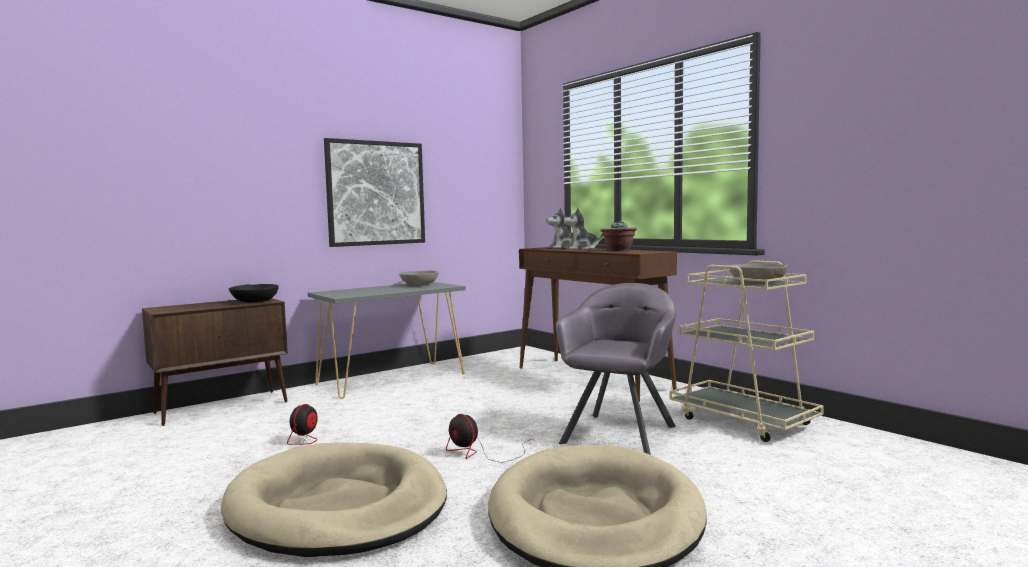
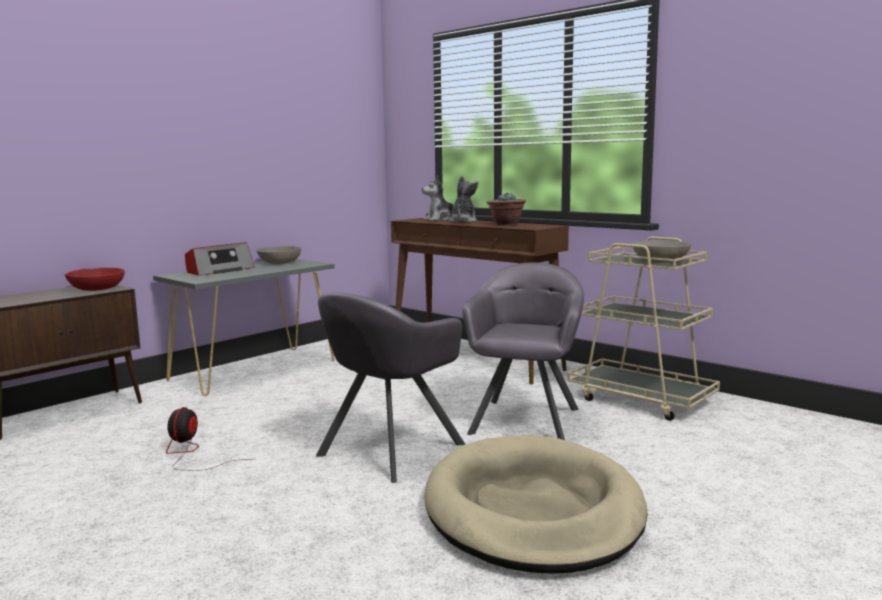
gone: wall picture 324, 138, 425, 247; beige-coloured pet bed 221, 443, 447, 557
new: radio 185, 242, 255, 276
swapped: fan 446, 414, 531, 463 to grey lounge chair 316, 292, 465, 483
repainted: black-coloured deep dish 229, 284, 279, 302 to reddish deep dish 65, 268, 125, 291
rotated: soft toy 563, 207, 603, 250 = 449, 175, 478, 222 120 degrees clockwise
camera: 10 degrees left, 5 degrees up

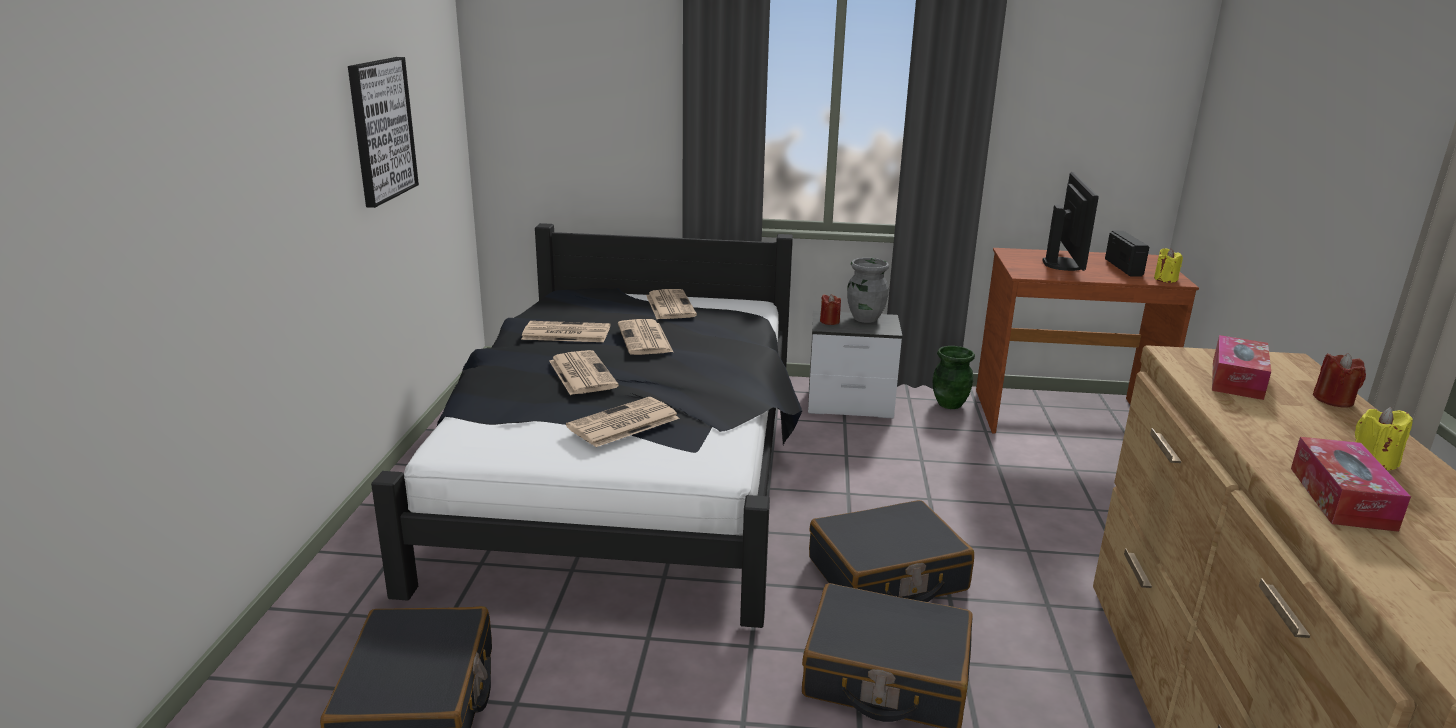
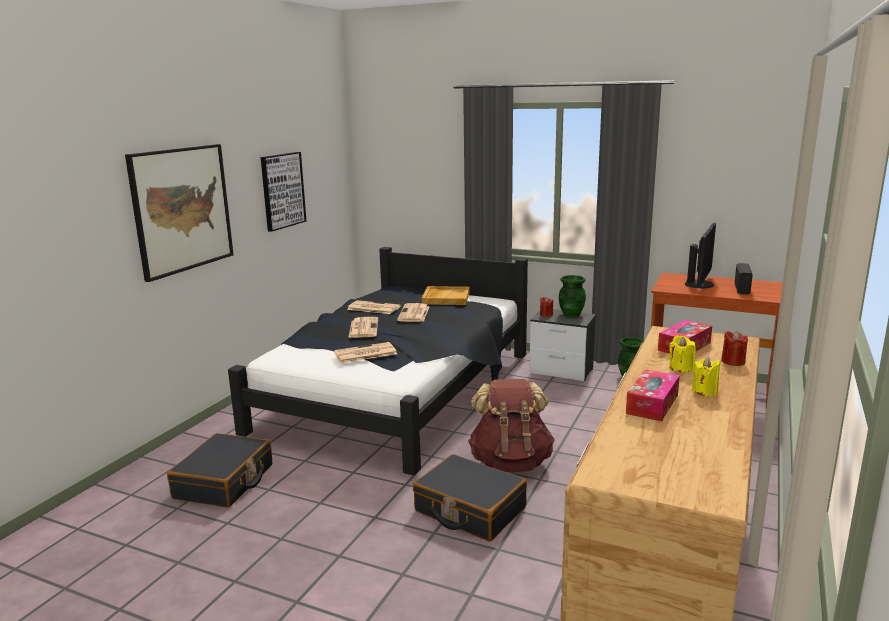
new: wall picture 125, 144, 234, 282
shifted: yellowish candle 1154, 248, 1183, 283 to 669, 335, 696, 372
swapped: newspaper 646, 289, 697, 319 to beige-coloured carrying tray 421, 286, 470, 305; black-coloured suitcase 809, 500, 974, 602 to brown rucksack 468, 379, 555, 473
repainted: grey vase 847, 258, 889, 323 to green-coloured vase 559, 275, 586, 317
camera: 20 degrees right, 5 degrees down

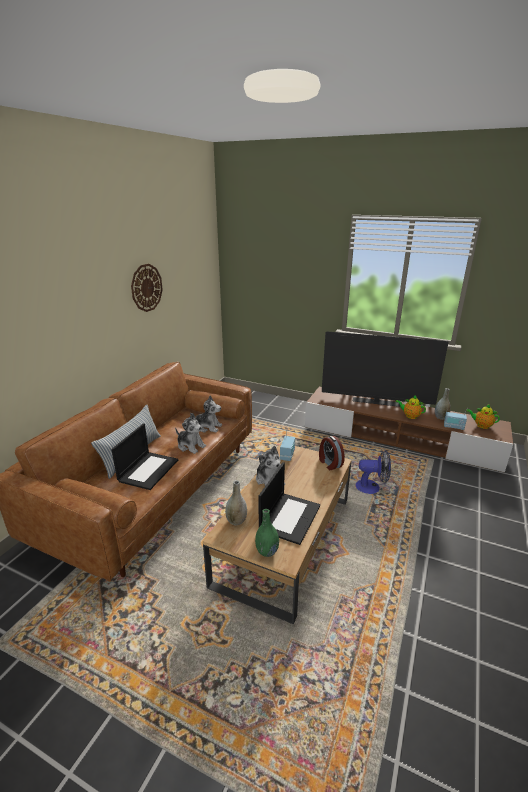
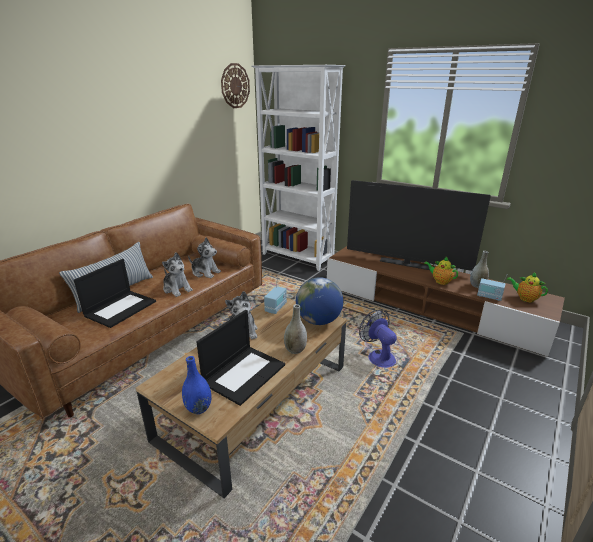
new: white shelving unit 251, 65, 346, 271
shifted: hanging clock 131, 264, 163, 312 to 221, 63, 250, 108; grey vase 225, 480, 247, 525 to 284, 304, 307, 354
swapped: alarm clock 319, 436, 345, 470 to desk globe 296, 277, 343, 325
repainted: green-coloured vase 255, 509, 279, 557 to blue vase 182, 356, 212, 414
rotated: fan 356, 450, 391, 494 = 359, 309, 397, 368 135 degrees counterclockwise
camera: 10 degrees right, 0 degrees up

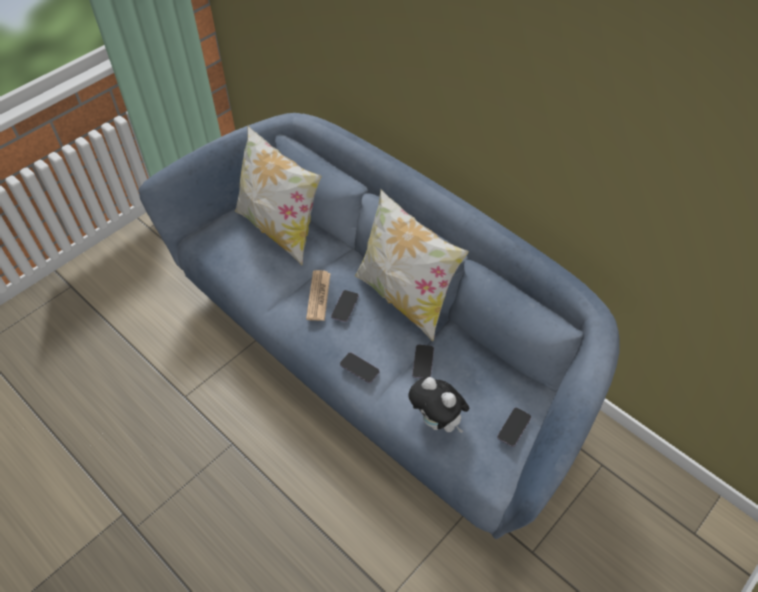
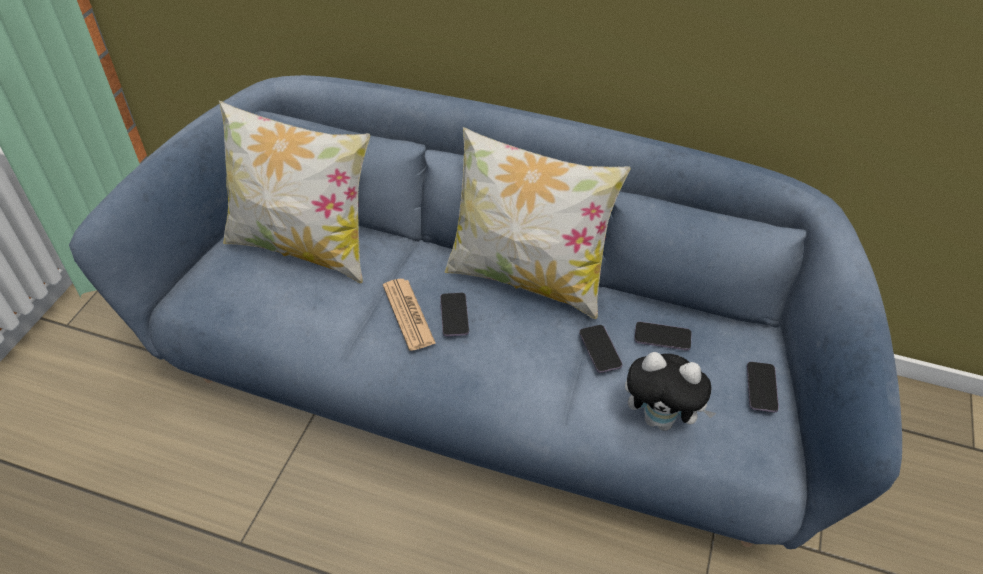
shifted: telephone 340, 352, 380, 383 to 634, 322, 692, 351
camera: 25 degrees left, 5 degrees down

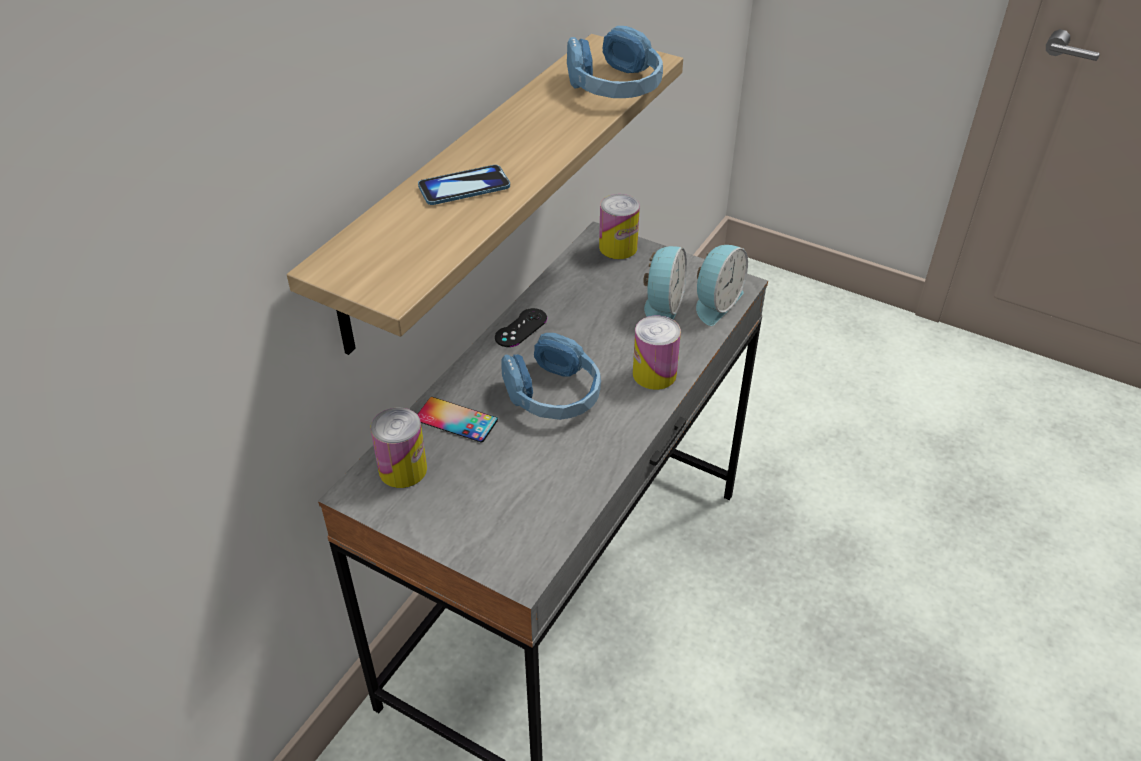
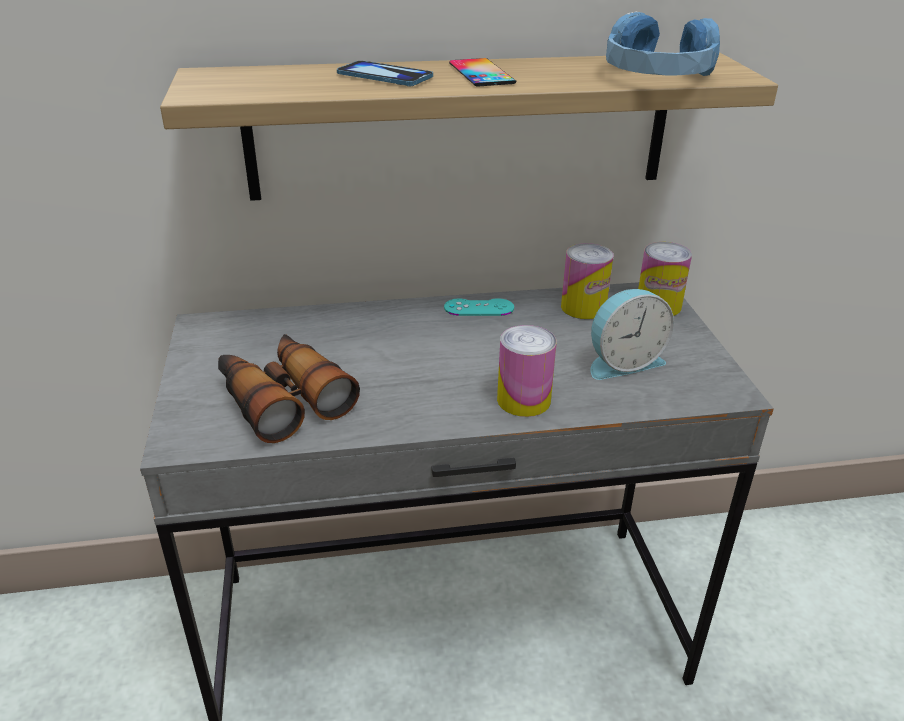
gone: alarm clock 696, 245, 748, 326; blue headphones 501, 333, 601, 420
new: pair of binoculars 218, 334, 360, 443
shifted: telephone 417, 397, 498, 442 to 449, 58, 516, 86; metal can 370, 408, 427, 488 to 561, 243, 613, 319
repainted: black-coloured game controller 495, 308, 547, 347 to blue-green game controller 444, 298, 514, 316
camera: 50 degrees right, 10 degrees down

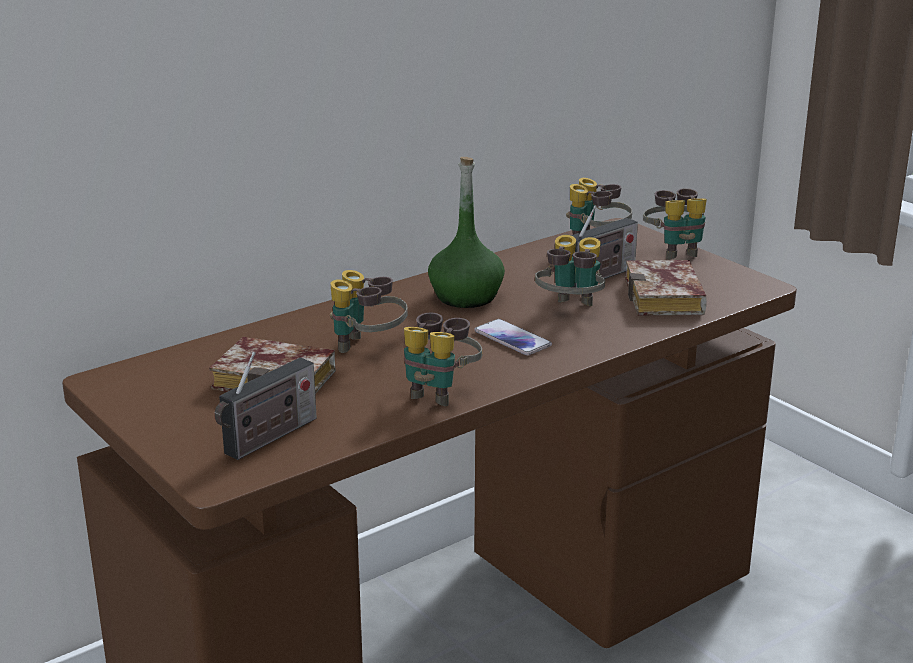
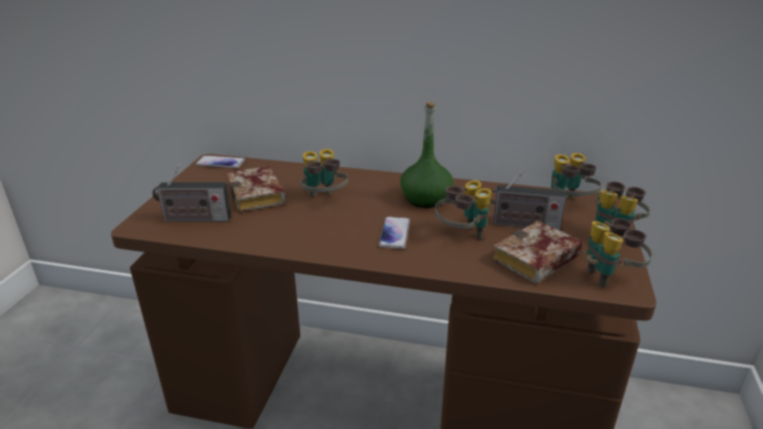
new: telephone 196, 155, 245, 168
shifted: pair of binoculars 404, 313, 482, 406 to 586, 218, 652, 287
camera: 50 degrees right, 5 degrees up

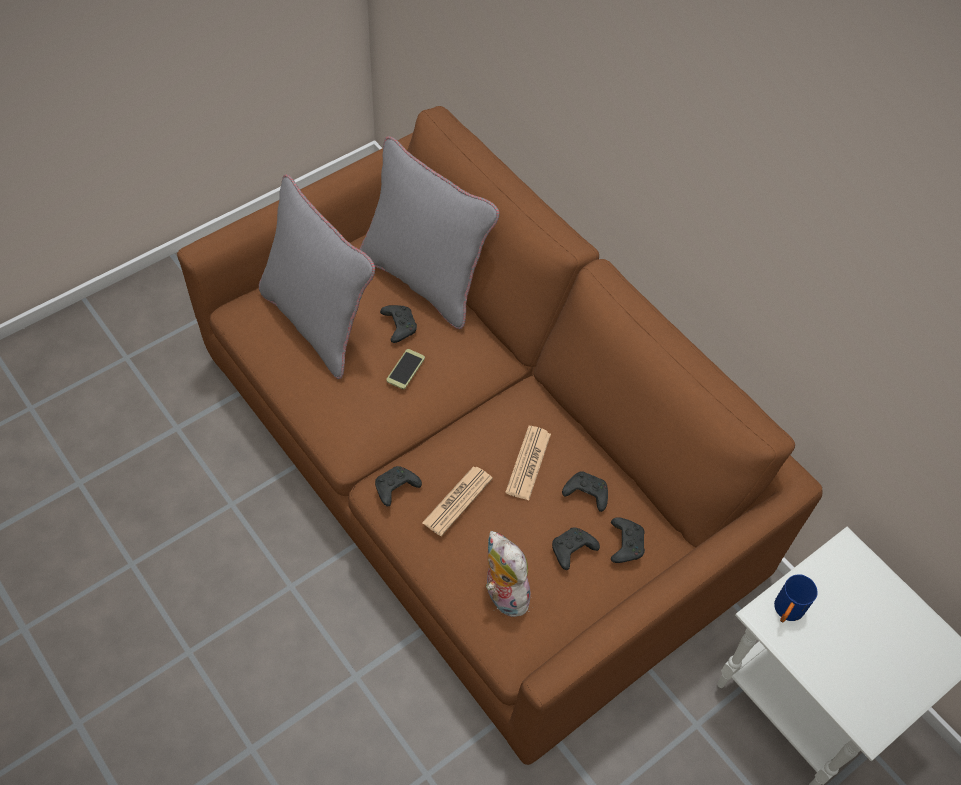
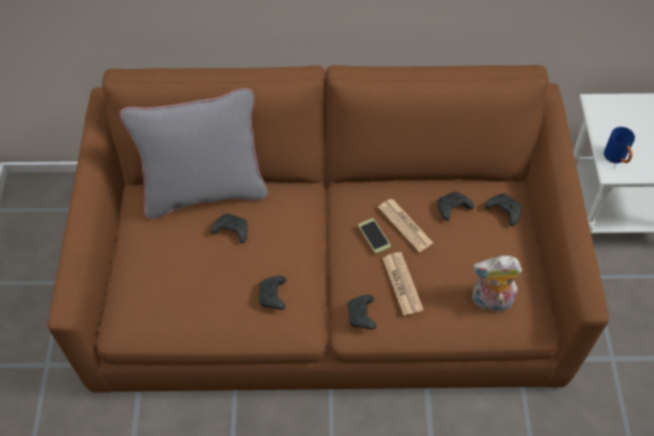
gone: grey throw pillow 259, 174, 375, 379
shifted: telephone 386, 349, 425, 389 to 358, 218, 391, 254; black-coloured game controller 552, 527, 600, 570 to 258, 276, 286, 310
camera: 50 degrees left, 0 degrees up

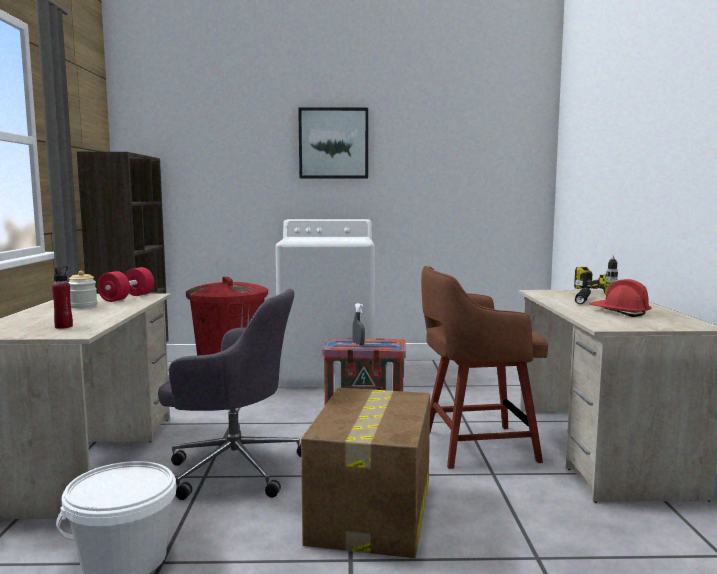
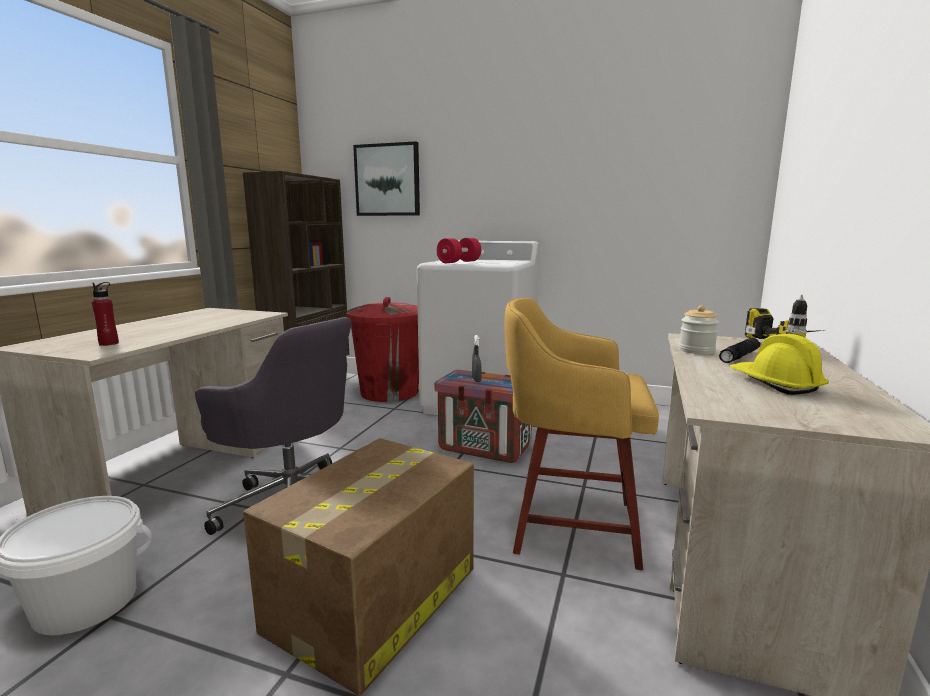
shifted: wall picture 298, 107, 368, 179 to 353, 141, 420, 216; reddish free weight 97, 267, 154, 302 to 437, 238, 481, 263; storage jar 68, 271, 97, 308 to 679, 305, 719, 354
repainted: brown sitting stool 421, 266, 548, 469 to yellowish sitting stool 504, 298, 659, 570; reddish hard hat 590, 279, 651, 317 to yellowish hard hat 730, 334, 829, 395
camera: 20 degrees right, 5 degrees up

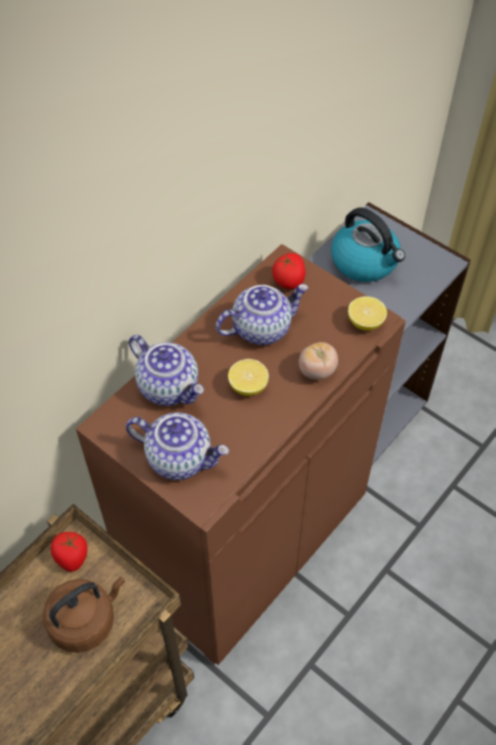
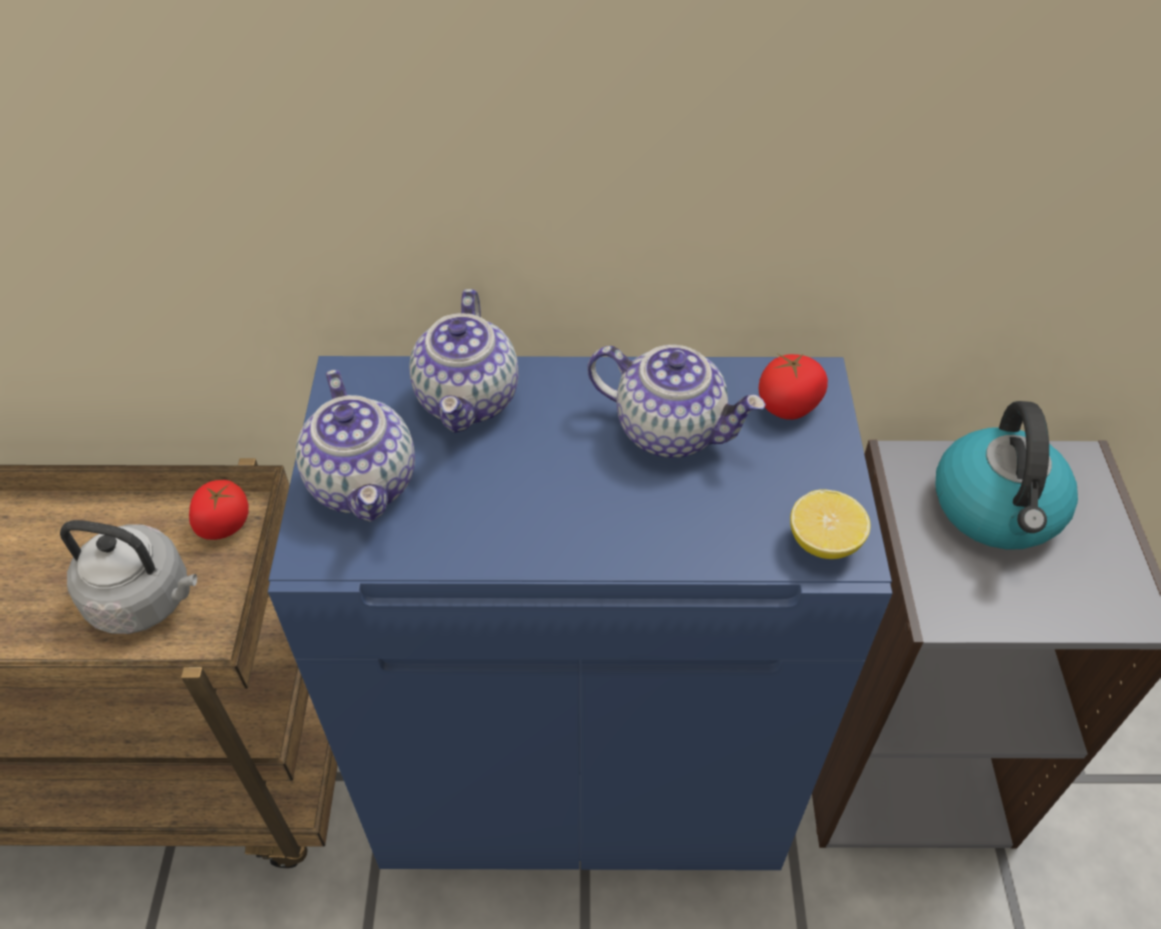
gone: whole tomato 299, 342, 338, 380; citrus fruit 228, 359, 269, 396
repainted: brown cabinet 76, 244, 406, 665 to blue cabinet 268, 356, 892, 870; brown kettle 43, 576, 125, 653 to grey kettle 60, 520, 197, 634
camera: 50 degrees right, 5 degrees down

